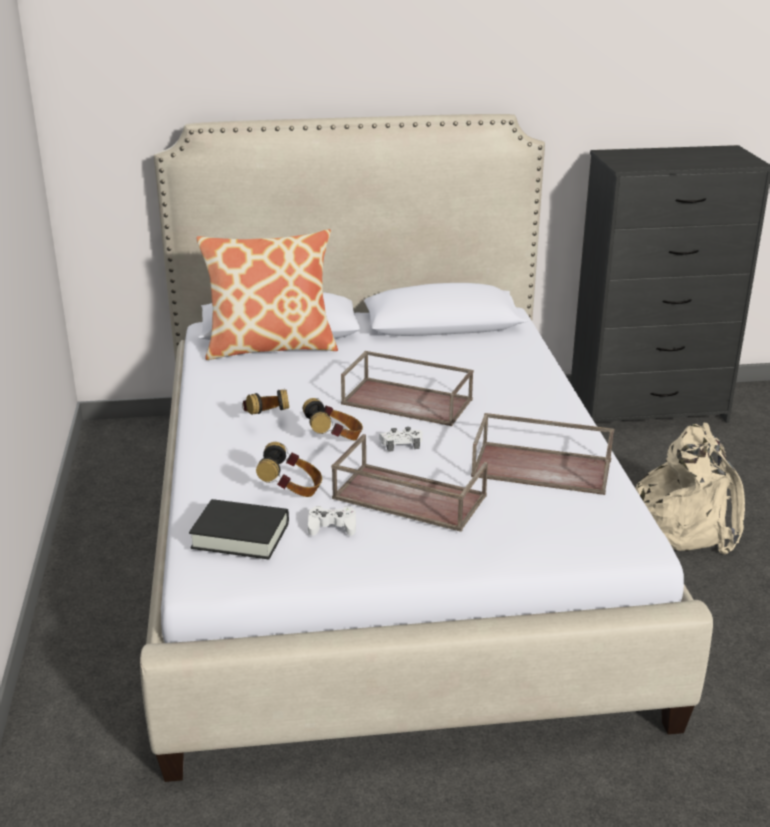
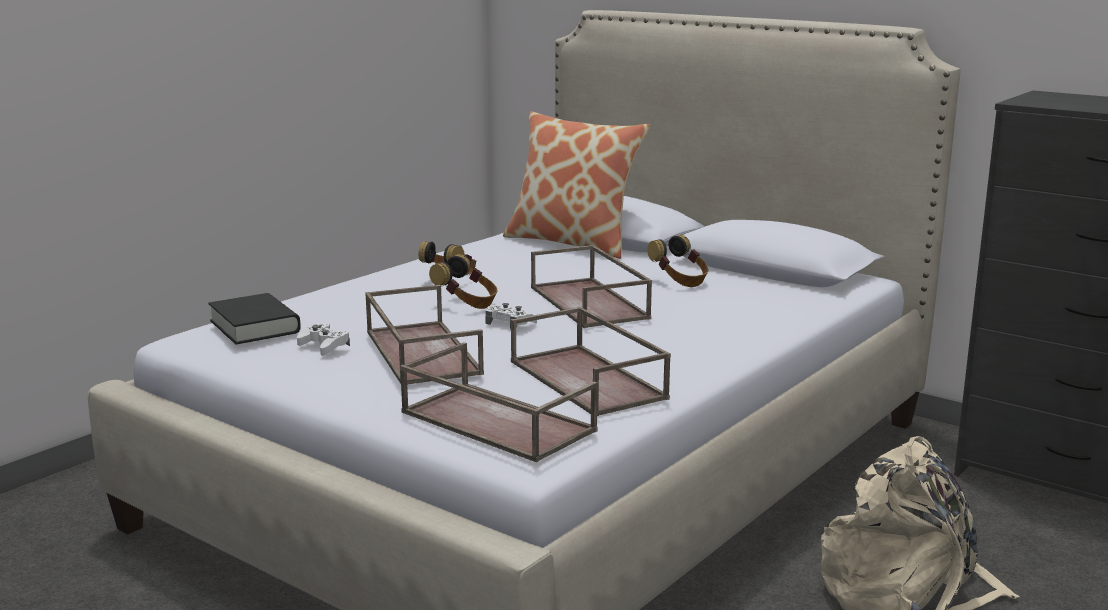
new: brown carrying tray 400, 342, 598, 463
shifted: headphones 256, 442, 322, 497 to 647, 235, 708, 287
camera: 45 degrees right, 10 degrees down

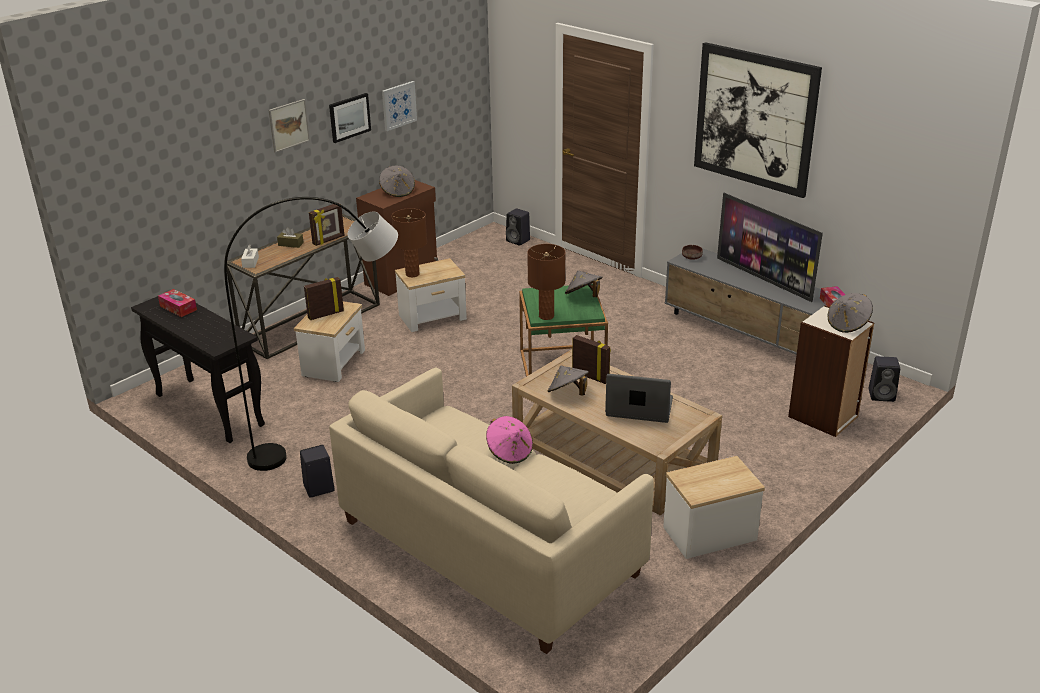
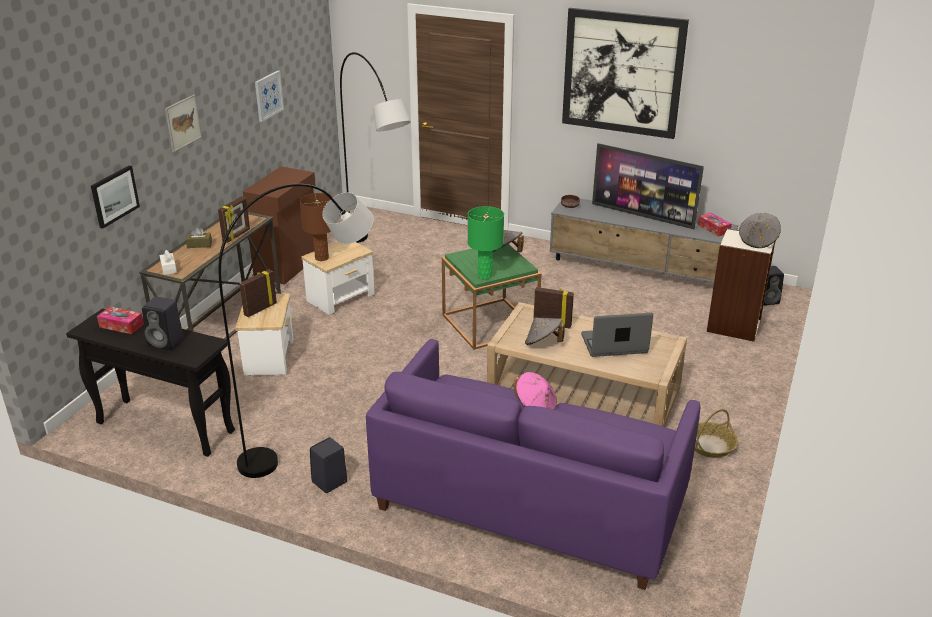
gone: grey hat 379, 166, 415, 197
new: grey standing lamp 340, 52, 411, 243
shifted: wall picture 329, 93, 371, 143 to 91, 166, 140, 229; black-coloured audio speaker 506, 208, 530, 246 to 142, 296, 184, 350
swapped: accent table 663, 456, 765, 559 to household basket 695, 409, 738, 458
repainted: brown lamp for a table 527, 244, 565, 320 to green-coloured lamp for a table 468, 206, 504, 280; beige-coloured couch 329, 367, 654, 654 to purplish couch 366, 339, 700, 590
camera: 20 degrees left, 0 degrees up

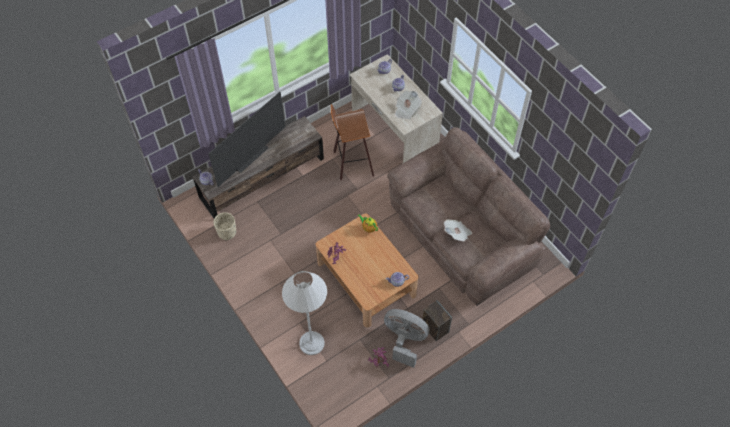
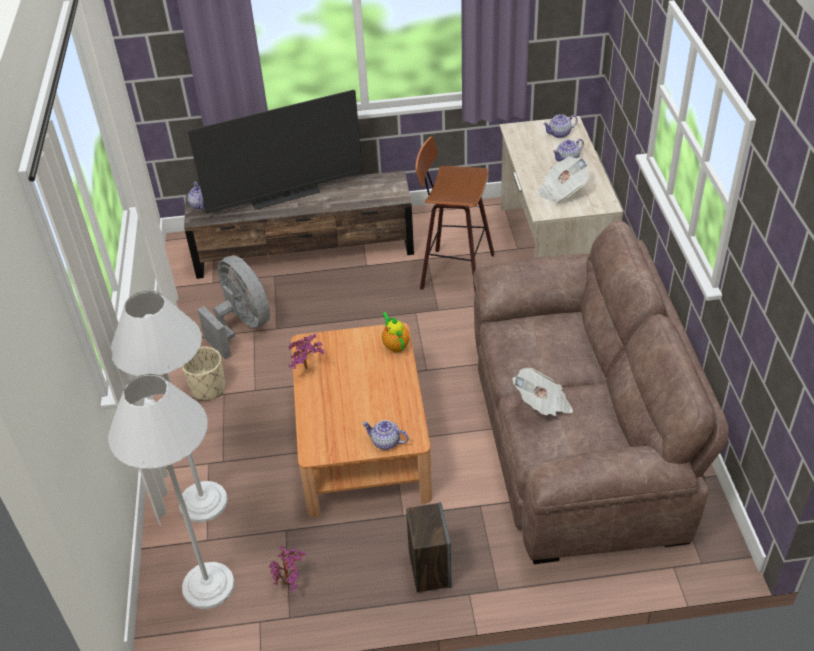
new: white standing lamp 108, 374, 235, 609
shifted: beige-coloured plant pot 213, 212, 236, 240 to 182, 347, 225, 400; grey fan 384, 309, 429, 368 to 197, 255, 270, 359
camera: 30 degrees right, 15 degrees down

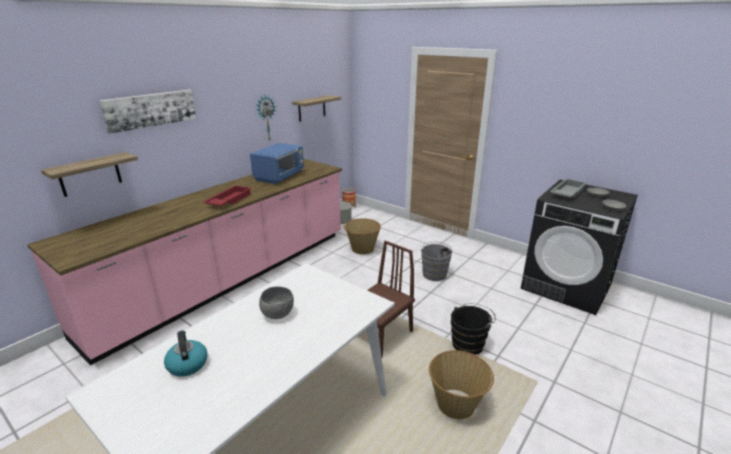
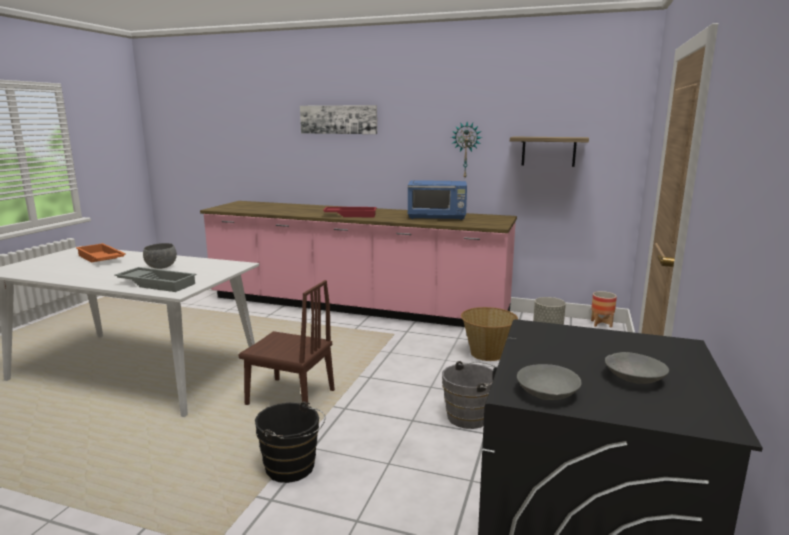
gone: bracket shelf 41, 152, 138, 197; household basket 429, 350, 494, 419
shifted: grey carrying tray 550, 179, 587, 198 to 114, 267, 197, 292
swapped: kettle 164, 331, 207, 377 to orangey carrying tray 76, 243, 126, 263
camera: 70 degrees right, 10 degrees down

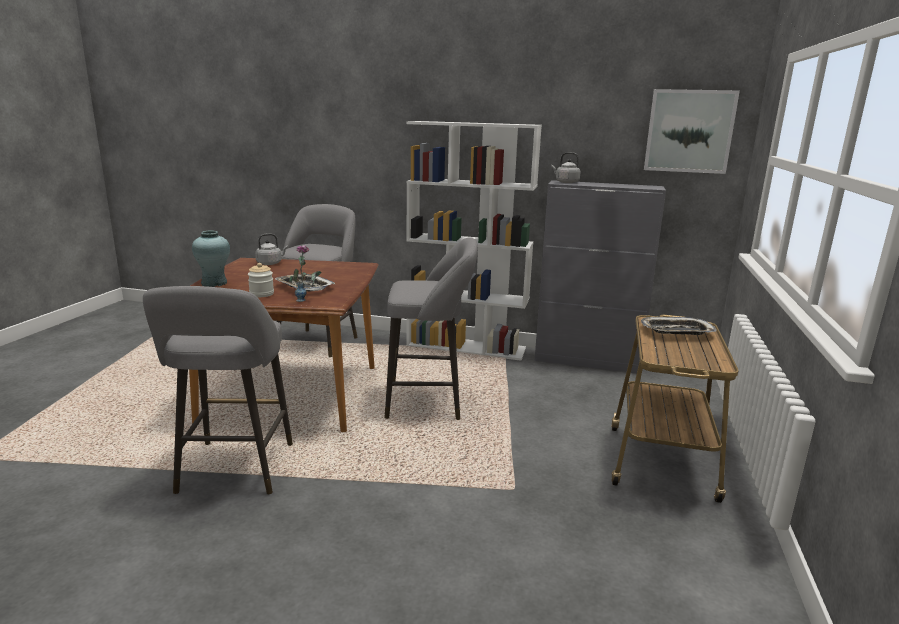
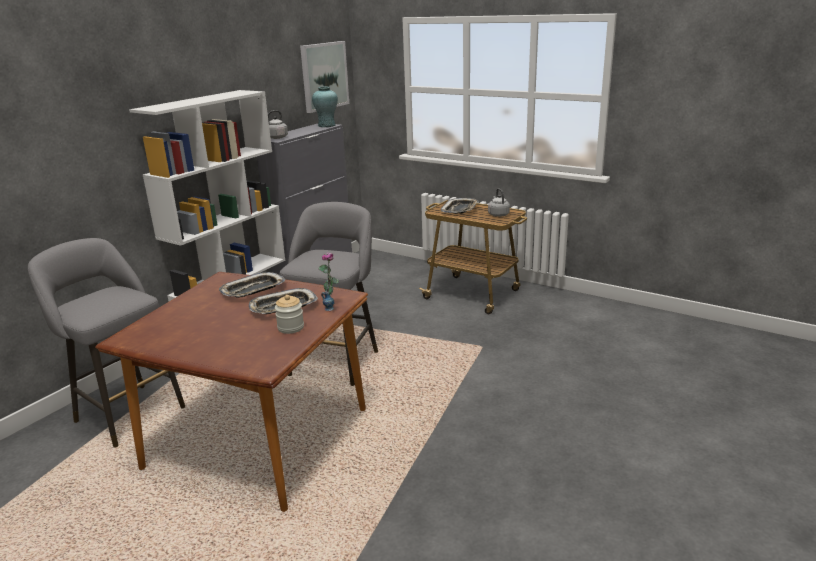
gone: grey sitting stool 143, 286, 293, 494
new: carrying tray 219, 272, 285, 298
shifted: blue-green vase 192, 230, 230, 287 to 312, 87, 338, 127; grey kettle 255, 233, 288, 265 to 488, 188, 510, 217
camera: 70 degrees left, 5 degrees up

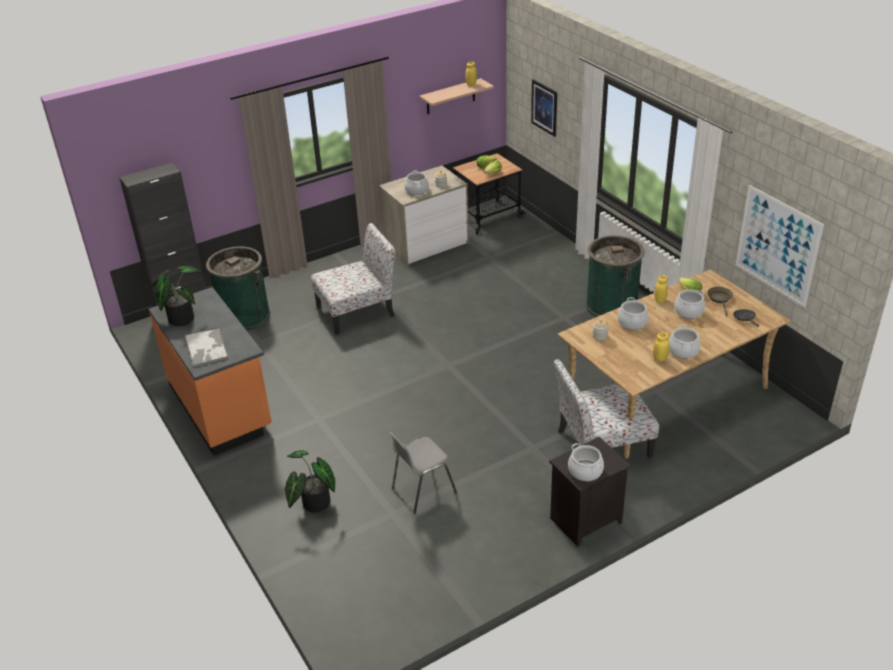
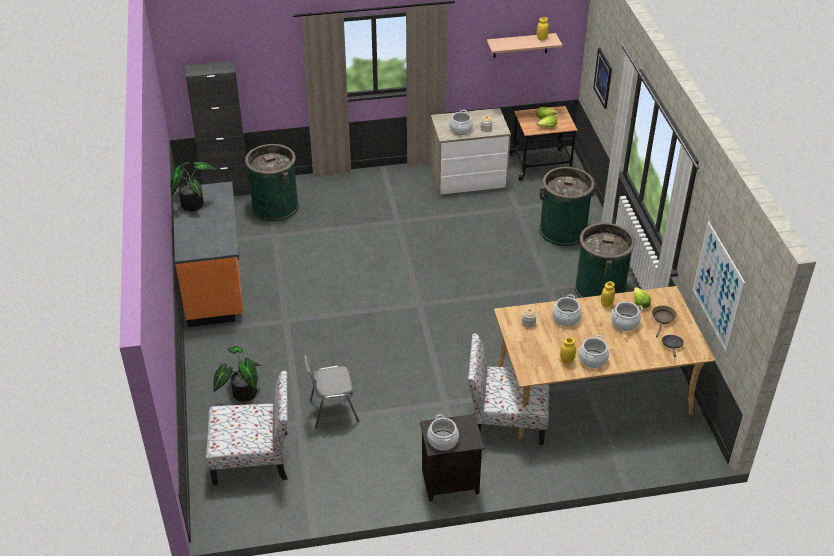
gone: carrying tray 184, 327, 229, 367
new: green-coloured waste bin 539, 167, 596, 246
shifted: plain chair 311, 223, 396, 335 to 206, 371, 288, 485
camera: 20 degrees right, 5 degrees up

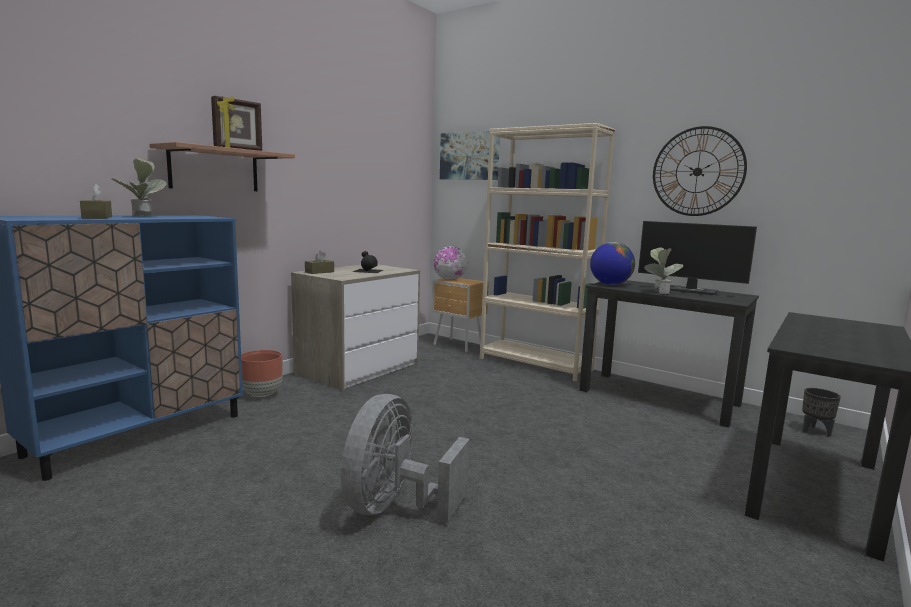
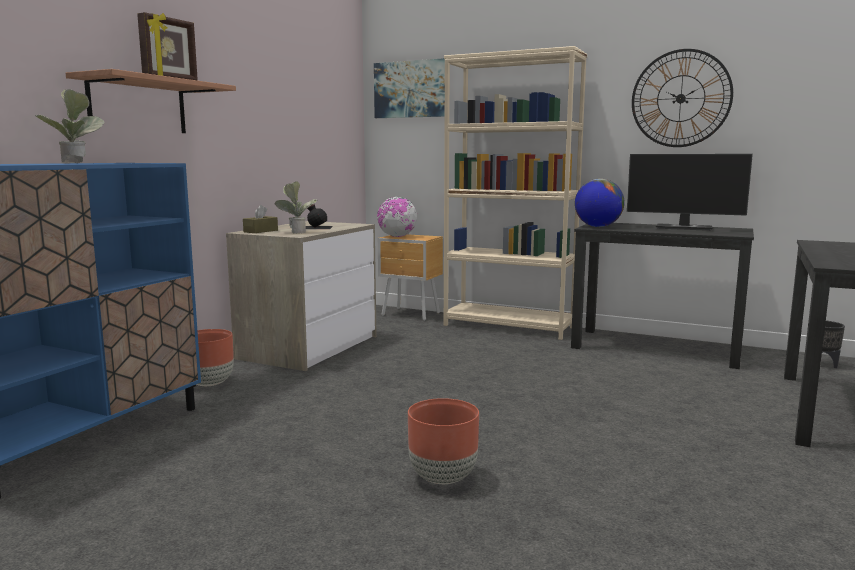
gone: brown tissue holder 80, 184, 112, 219
shifted: houseplant 644, 247, 683, 294 to 274, 181, 317, 234
swapped: grey fan 341, 394, 470, 523 to brown plant pot 408, 398, 479, 484
camera: 10 degrees left, 0 degrees up

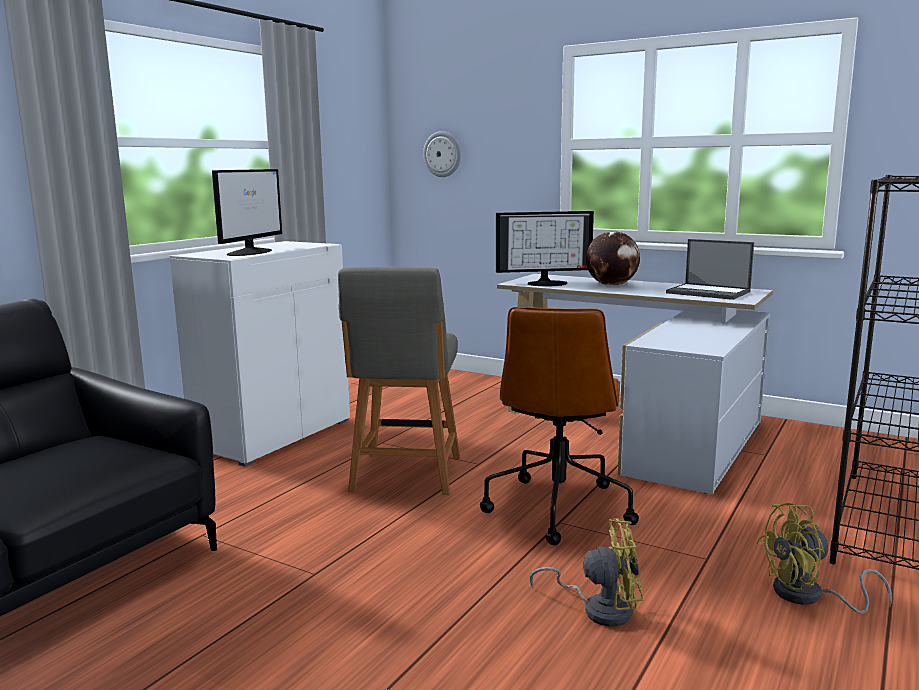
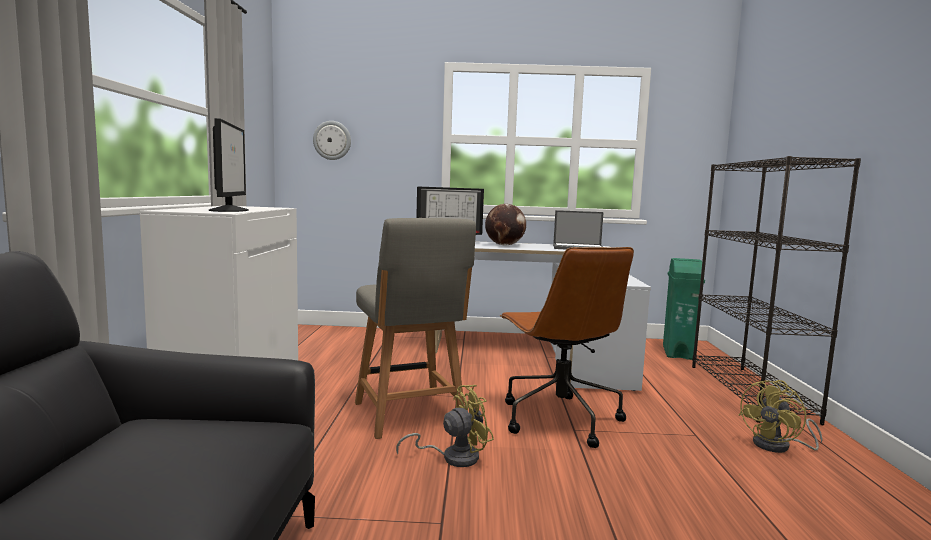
new: green-coloured waste bin 663, 258, 705, 360
shifted: yellowish fan 530, 518, 643, 627 to 396, 385, 494, 467
camera: 30 degrees left, 5 degrees down

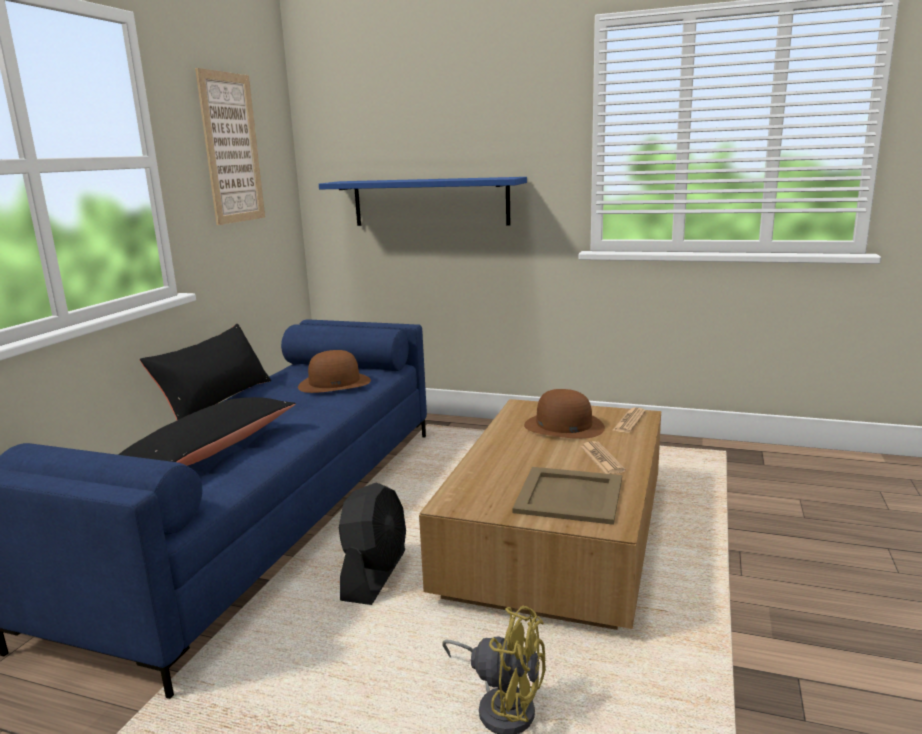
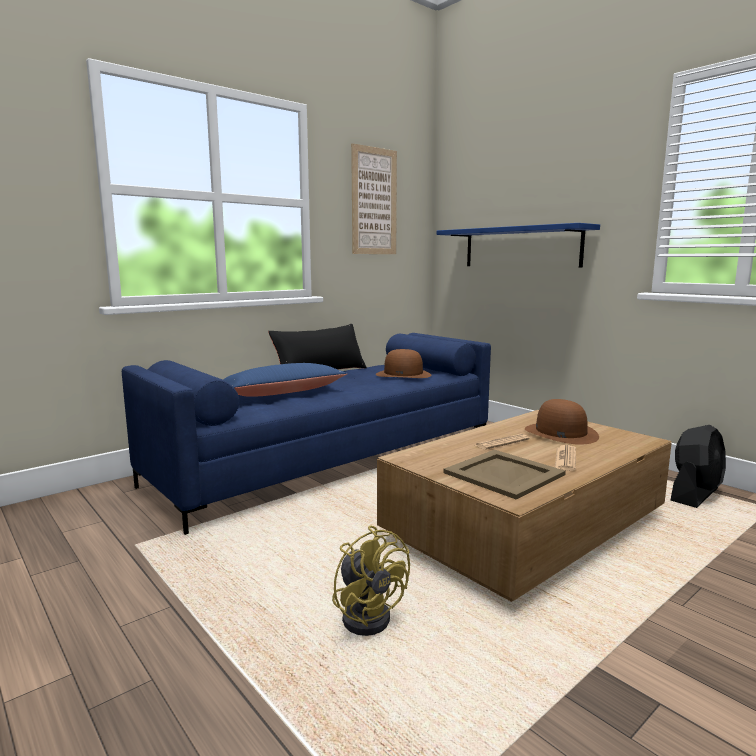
shifted: newspaper 613, 408, 646, 433 to 475, 434, 529, 450; black-coloured fan 339, 483, 406, 605 to 671, 425, 726, 508
repainted: black-coloured throw pillow 118, 397, 296, 466 to blue throw pillow 223, 363, 348, 397
camera: 30 degrees right, 5 degrees down

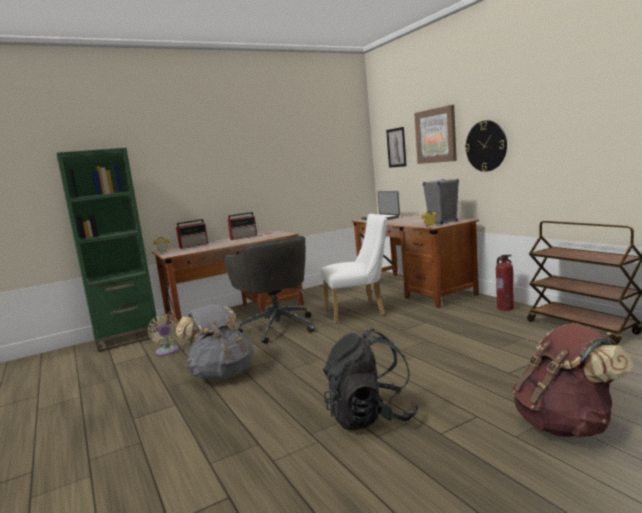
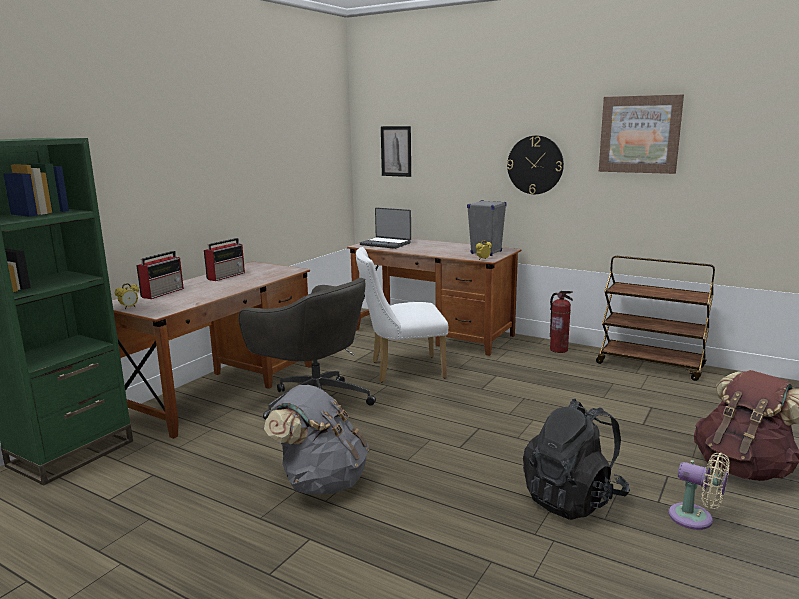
shifted: wall picture 414, 105, 457, 164 to 599, 94, 684, 174; beige-coloured fan 148, 314, 179, 356 to 669, 453, 730, 530
rotated: white plain chair 320, 214, 387, 324 = 356, 247, 448, 382 150 degrees counterclockwise
camera: 30 degrees left, 5 degrees up

